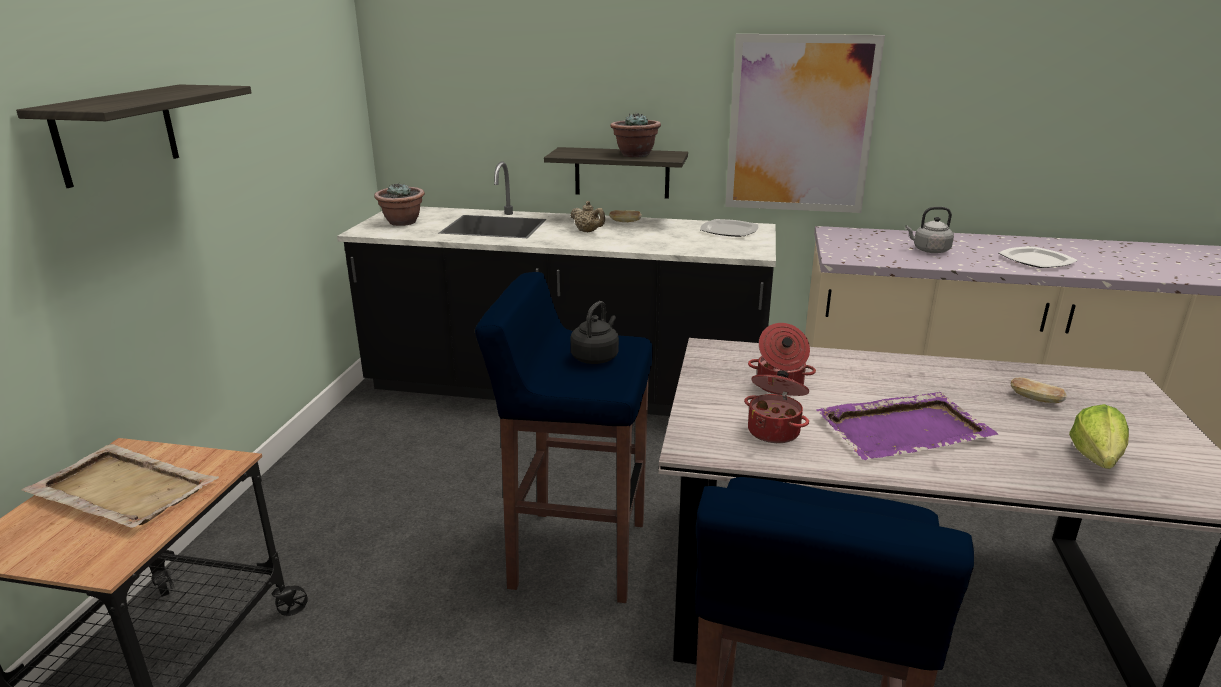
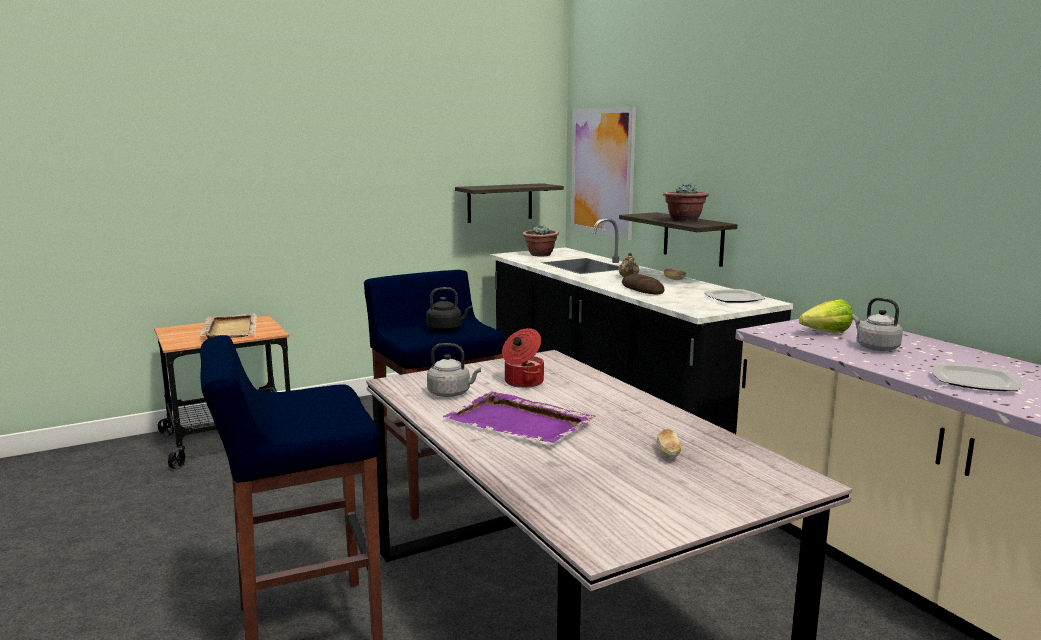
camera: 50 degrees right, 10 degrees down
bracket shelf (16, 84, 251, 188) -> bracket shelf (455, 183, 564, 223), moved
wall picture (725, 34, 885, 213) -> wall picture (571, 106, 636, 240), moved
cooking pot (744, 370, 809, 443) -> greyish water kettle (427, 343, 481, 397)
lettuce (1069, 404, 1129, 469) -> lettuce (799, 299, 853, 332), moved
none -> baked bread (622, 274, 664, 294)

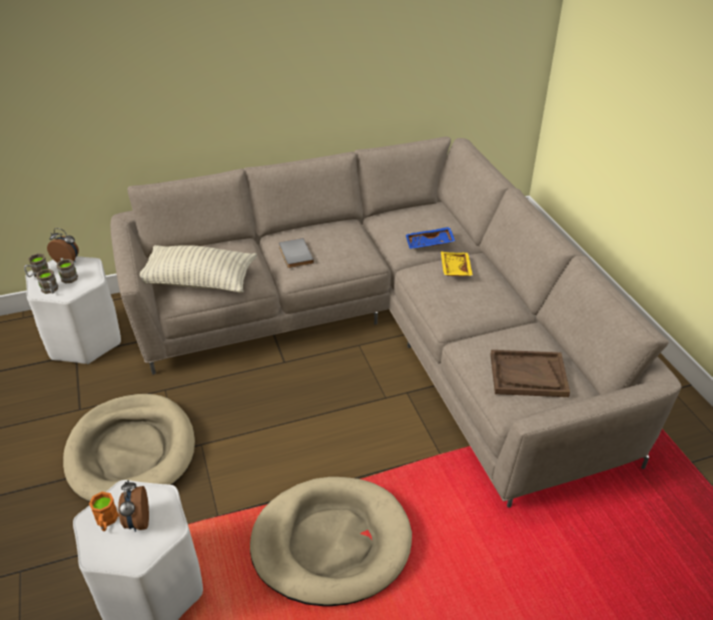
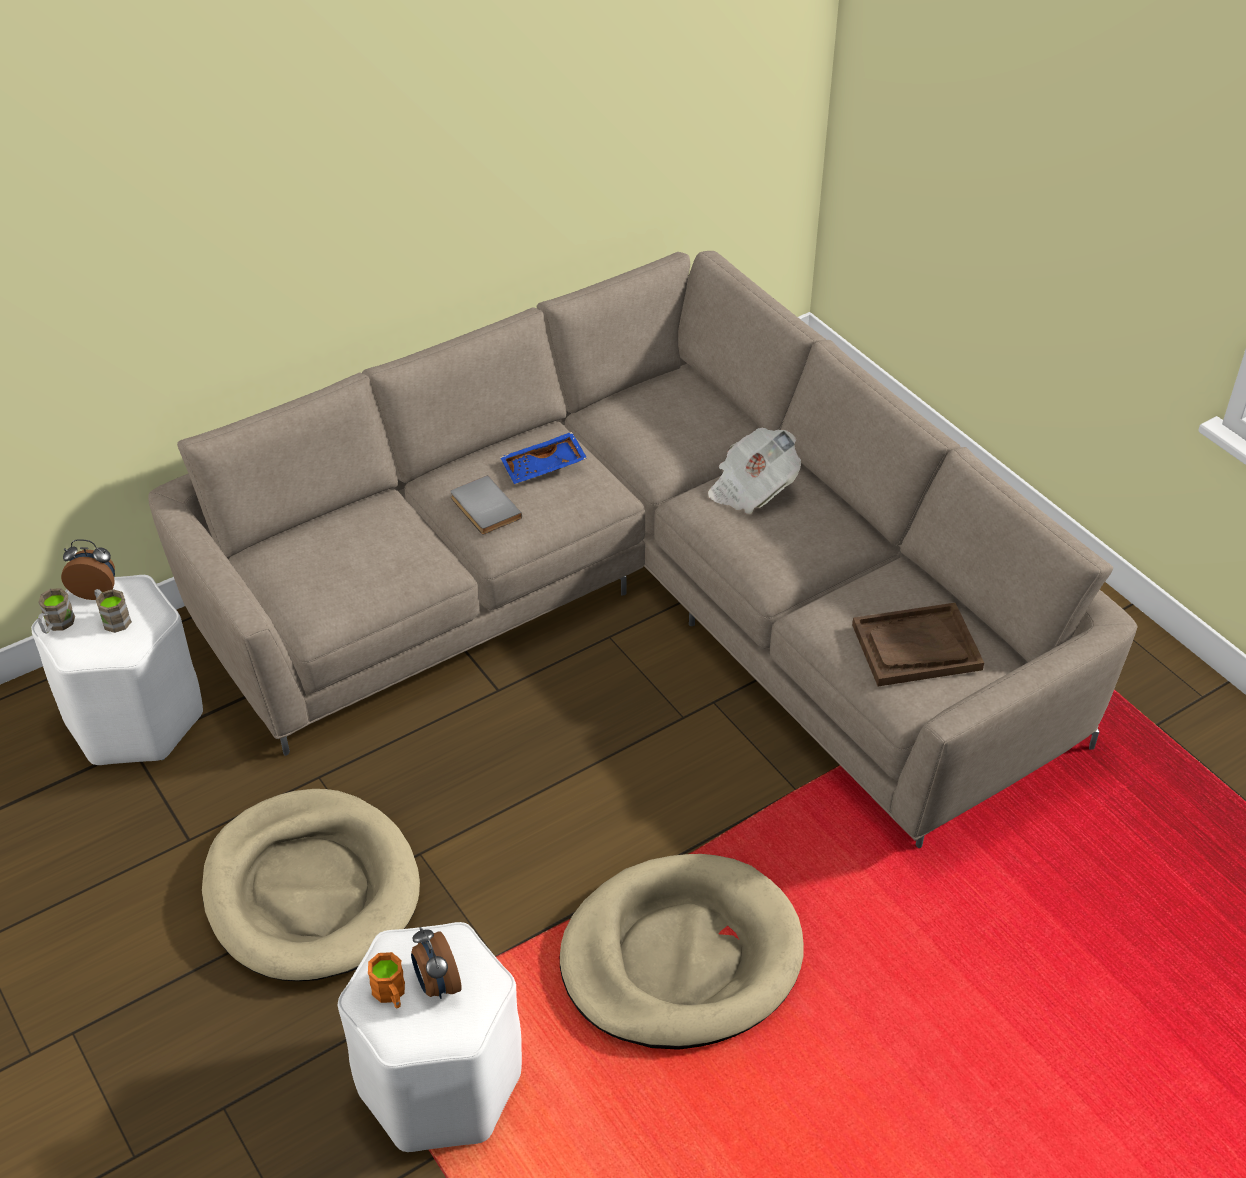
camera: 15 degrees left, 5 degrees up
brown coffee mug (36, 269, 58, 294) -> none
pillow (140, 245, 257, 293) -> none
bluish carrying tray (405, 227, 455, 249) -> bluish carrying tray (500, 432, 587, 484), moved
yellow carrying tray (441, 252, 473, 276) -> daily paper (708, 428, 801, 514)

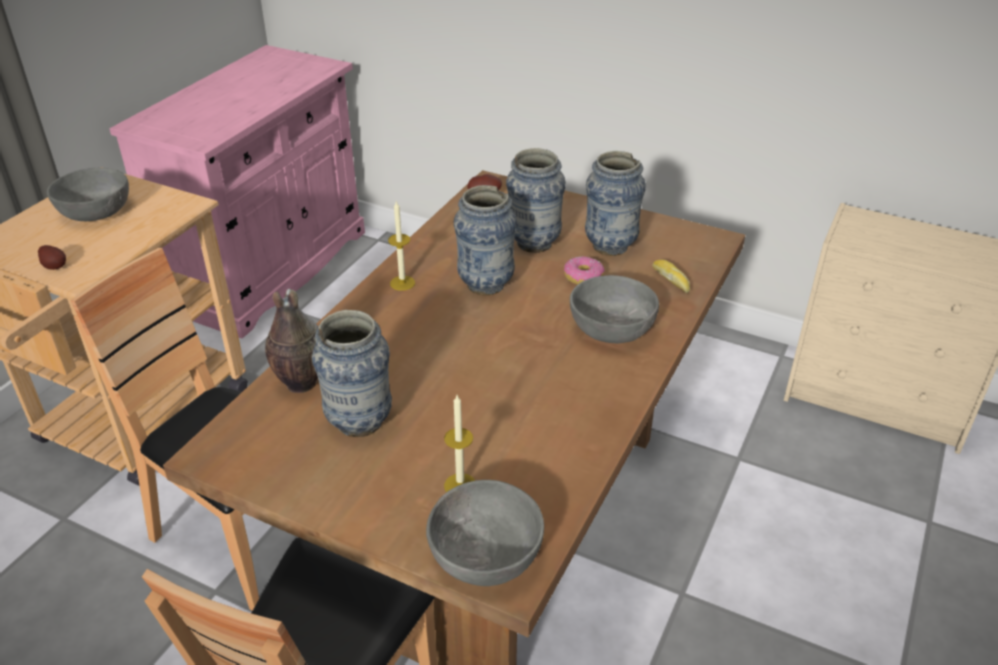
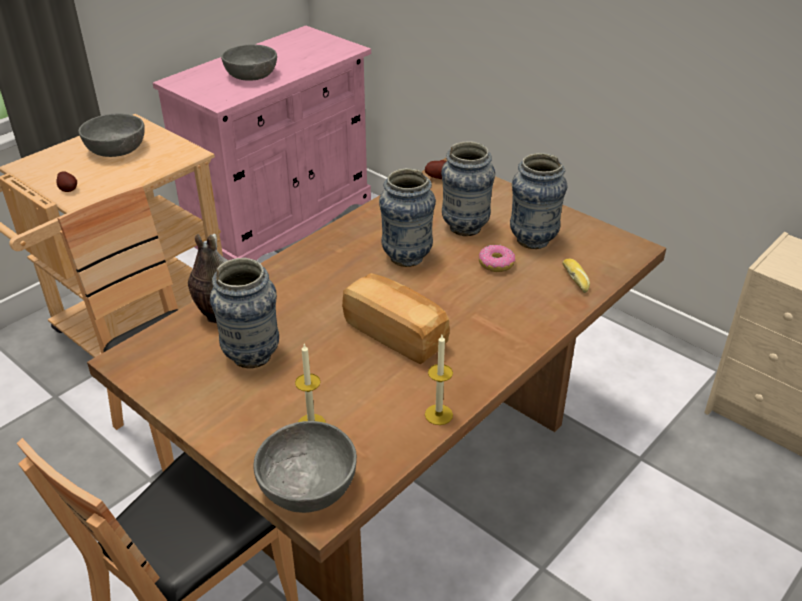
camera: 15 degrees right, 0 degrees up
wax light (388, 202, 415, 291) -> wax light (425, 335, 453, 425), moved
greyish deep dish (570, 275, 659, 343) -> greyish deep dish (221, 44, 277, 81), moved
none -> baked bread (342, 273, 450, 364)

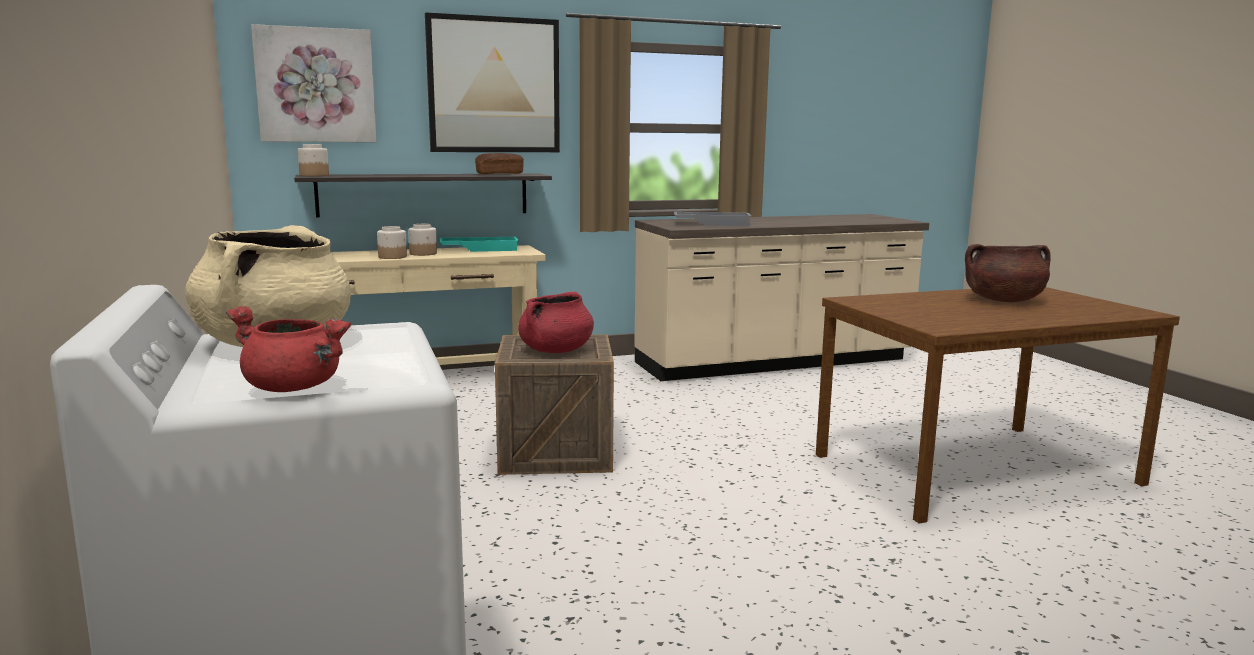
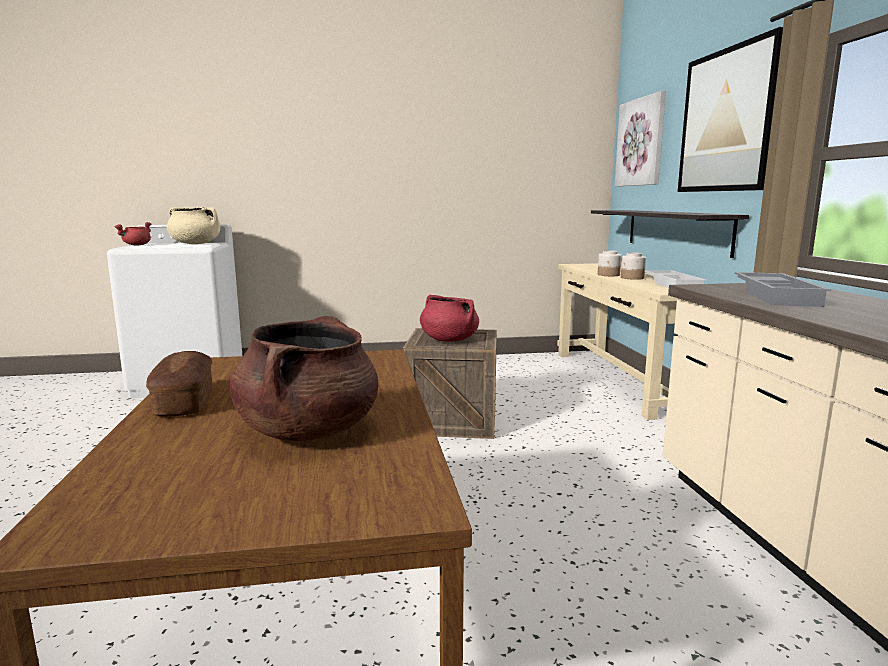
camera: 100 degrees right, 0 degrees up
storage jar (298, 144, 329, 176) -> none
turquoise carrying tray (440, 237, 519, 252) -> white carrying tray (645, 270, 707, 288)
baked bread (475, 153, 524, 174) -> baked bread (146, 351, 212, 417), moved

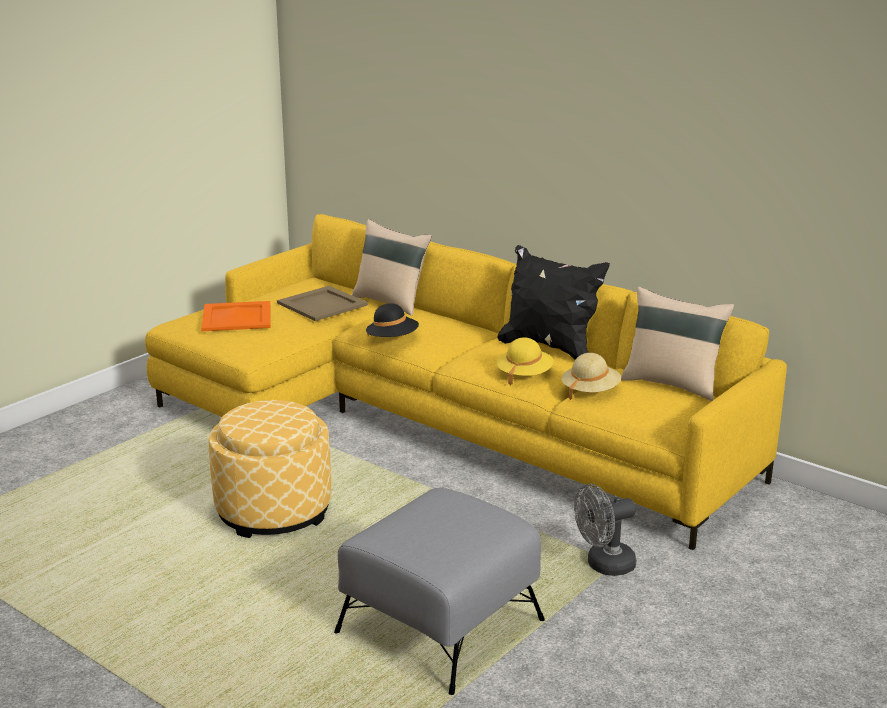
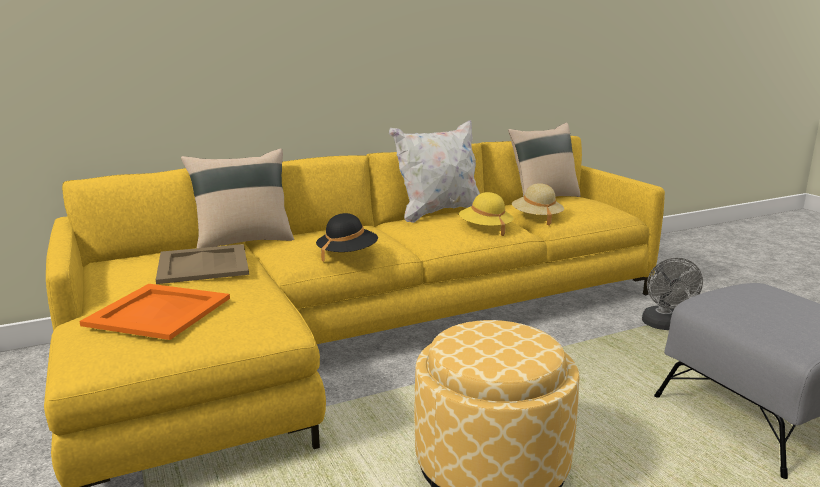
camera: 65 degrees left, 5 degrees down
black-coloured pillow (498, 245, 610, 360) -> white pillow (389, 120, 480, 223)

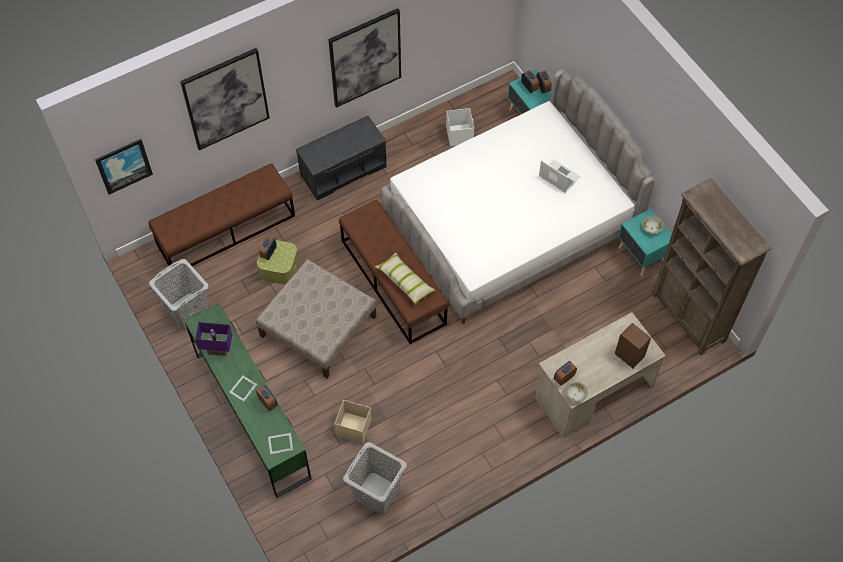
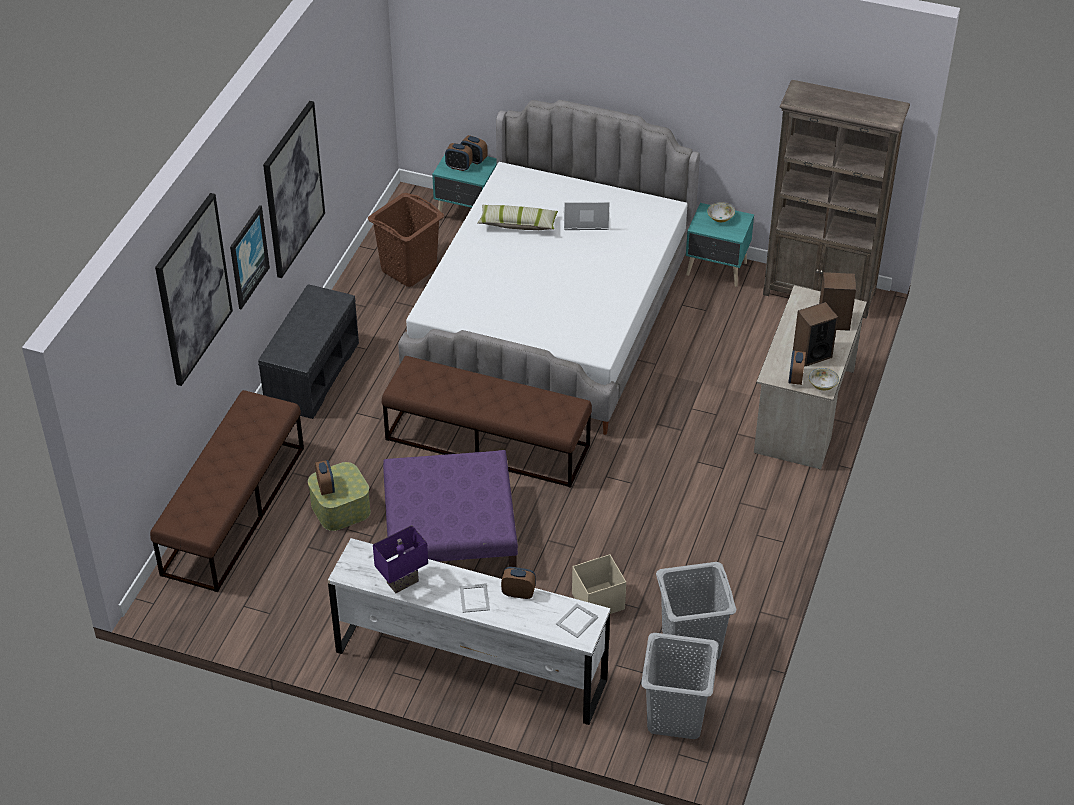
camera: 40 degrees left, 15 degrees down
wall picture (95, 139, 153, 195) -> wall picture (230, 205, 270, 309), moved
greyish hamper (149, 259, 209, 329) -> greyish hamper (641, 633, 719, 739), moved
green-coloured chest of drawers (184, 303, 312, 498) -> white chest of drawers (328, 538, 610, 725)
sand-coloured footrest (256, 259, 377, 378) -> purplish footrest (383, 450, 518, 567)
pillow (375, 253, 436, 305) -> pillow (477, 205, 558, 230), moved
white storage bin (446, 108, 474, 146) -> brown hamper (368, 193, 444, 287)
none -> speaker (793, 302, 838, 367)

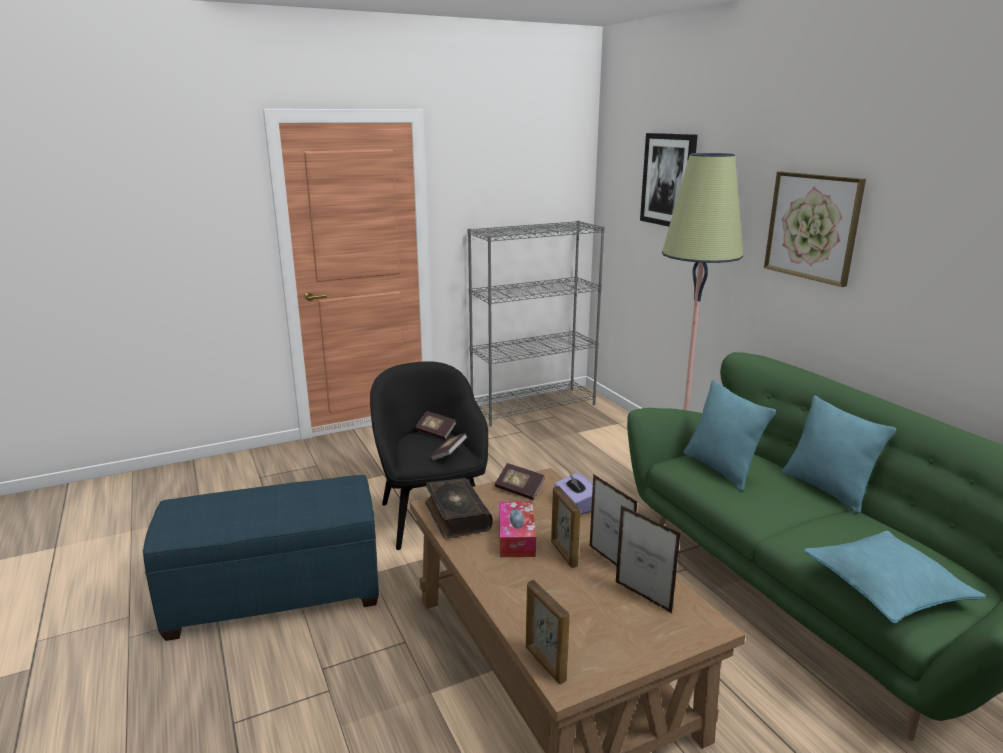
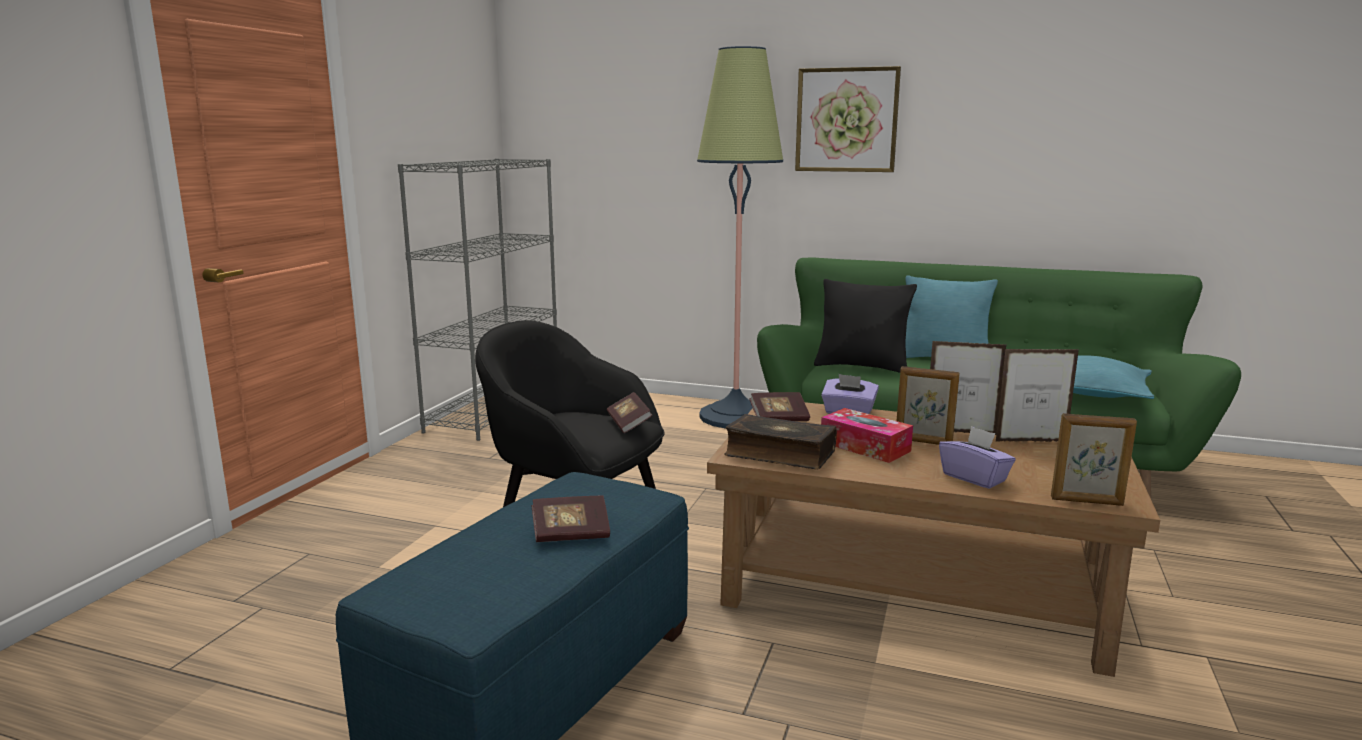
camera: 45 degrees left, 5 degrees down
book (415, 411, 456, 440) -> book (532, 496, 610, 542), moved
wall picture (640, 133, 698, 227) -> none
turquoise pillow (683, 380, 776, 491) -> black-coloured pillow (814, 279, 917, 373)
none -> purplish box of tissues (939, 426, 1015, 489)

